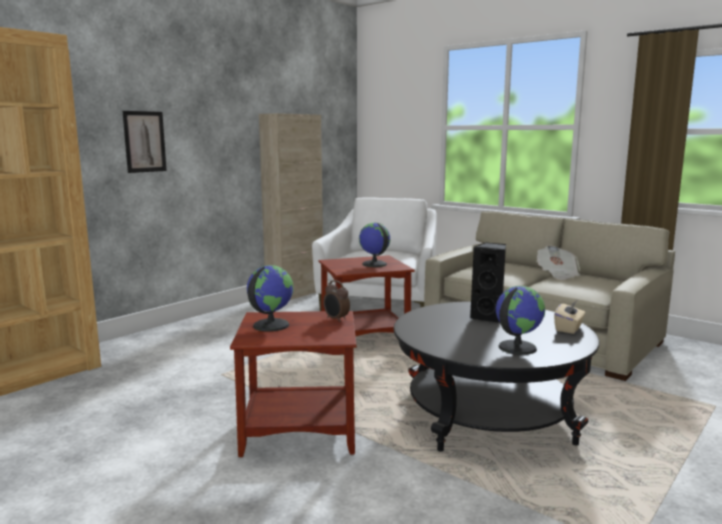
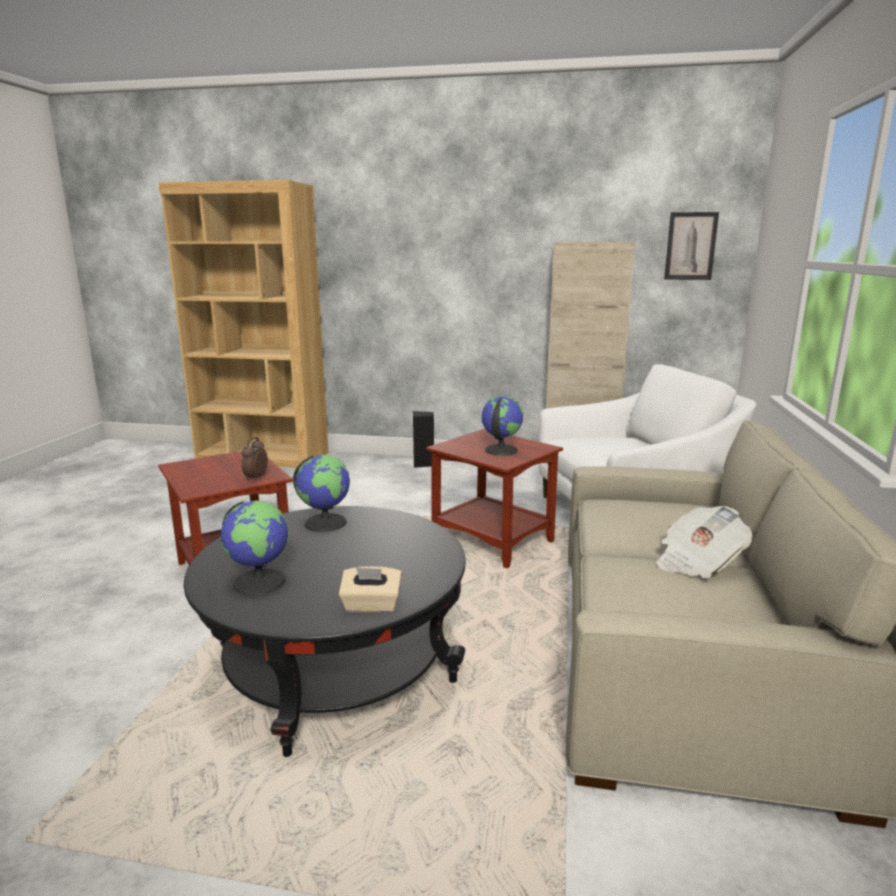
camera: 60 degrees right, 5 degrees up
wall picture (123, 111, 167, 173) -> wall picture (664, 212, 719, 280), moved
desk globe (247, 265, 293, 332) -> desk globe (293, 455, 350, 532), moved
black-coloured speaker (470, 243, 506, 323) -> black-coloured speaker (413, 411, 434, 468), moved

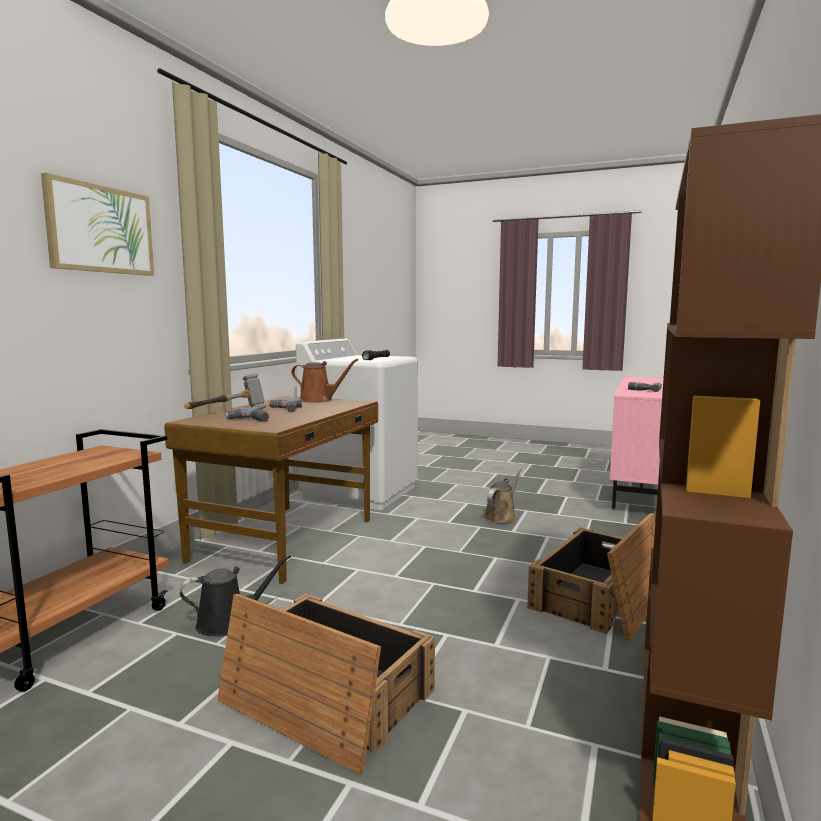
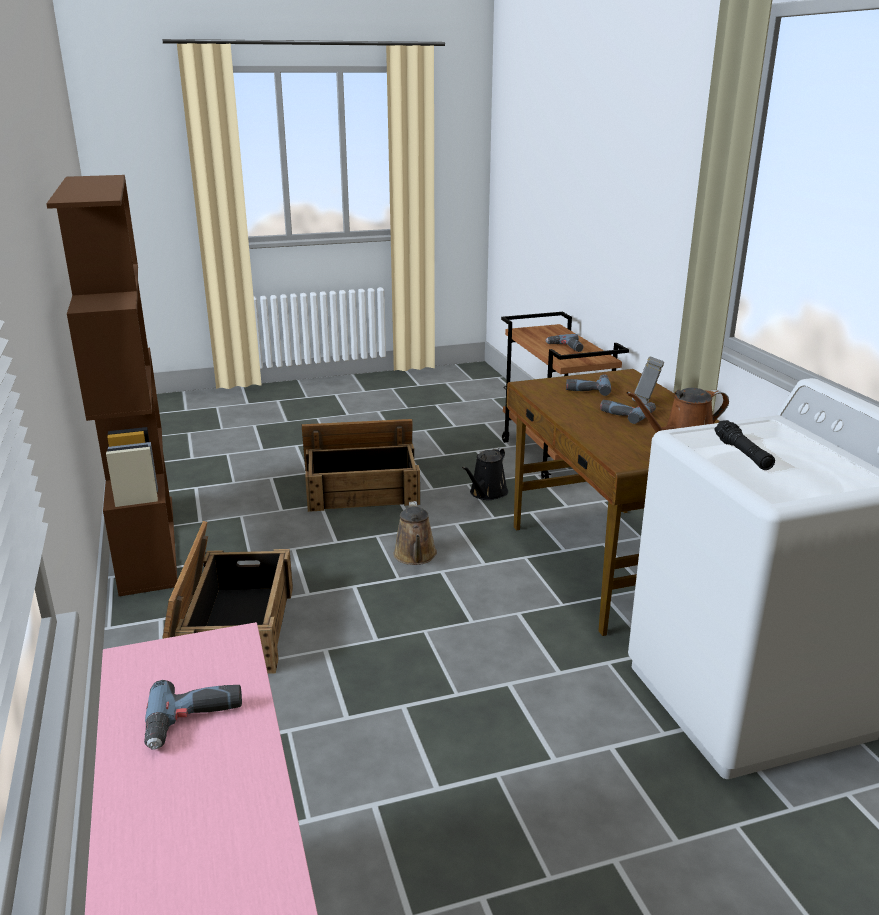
camera: 140 degrees right, 15 degrees up
wall picture (41, 173, 154, 276) -> none
brown sprinkling can (484, 468, 522, 524) -> brown sprinkling can (394, 501, 437, 565), moved
none -> electric drill (545, 334, 583, 352)

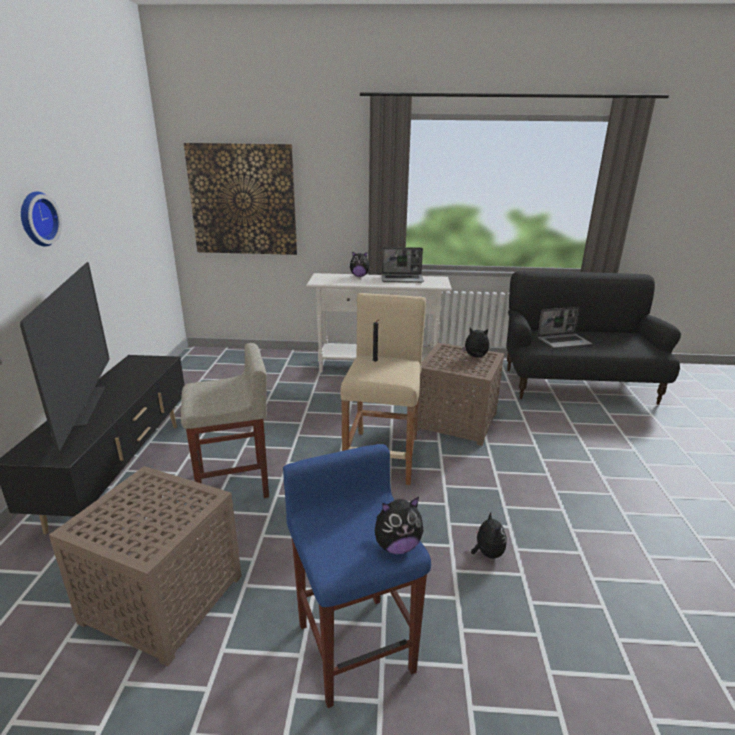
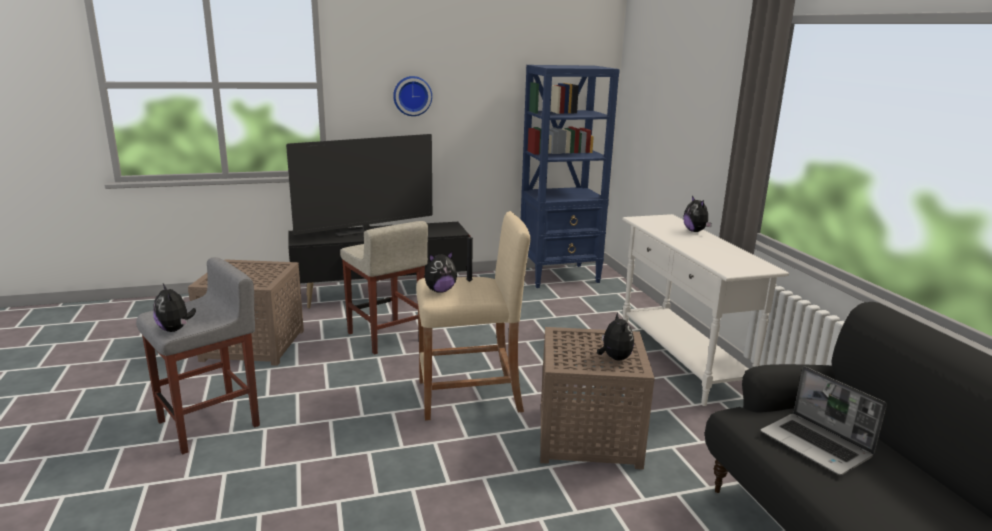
camera: 70 degrees right, 5 degrees down
wall picture (184, 143, 297, 255) -> none
bluish stool (283, 444, 431, 708) -> greyish stool (136, 257, 260, 454)
portable computer (382, 247, 424, 283) -> none
plush toy (471, 512, 507, 559) -> plush toy (425, 251, 457, 293), moved
none -> bluish shelving unit (521, 65, 620, 288)

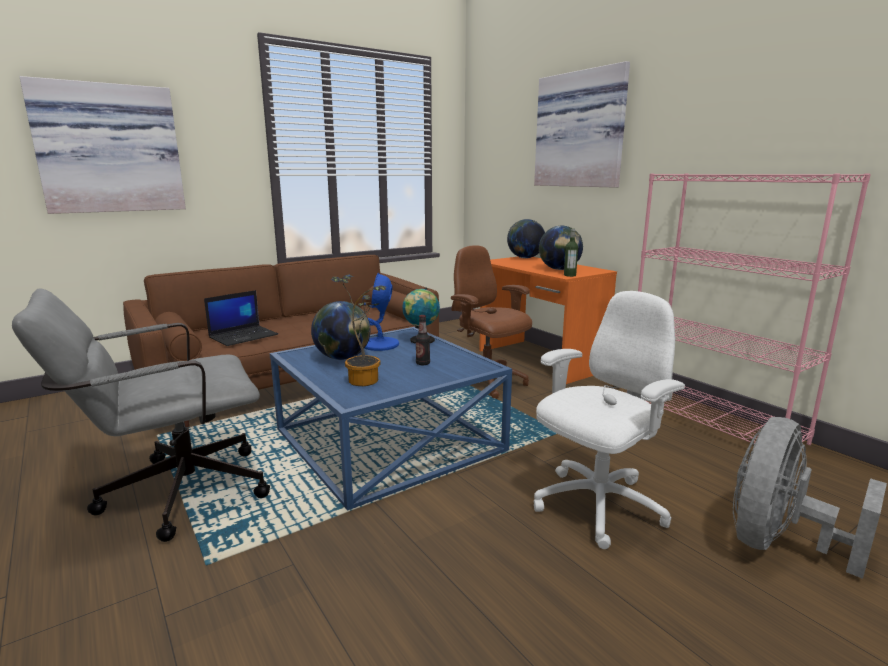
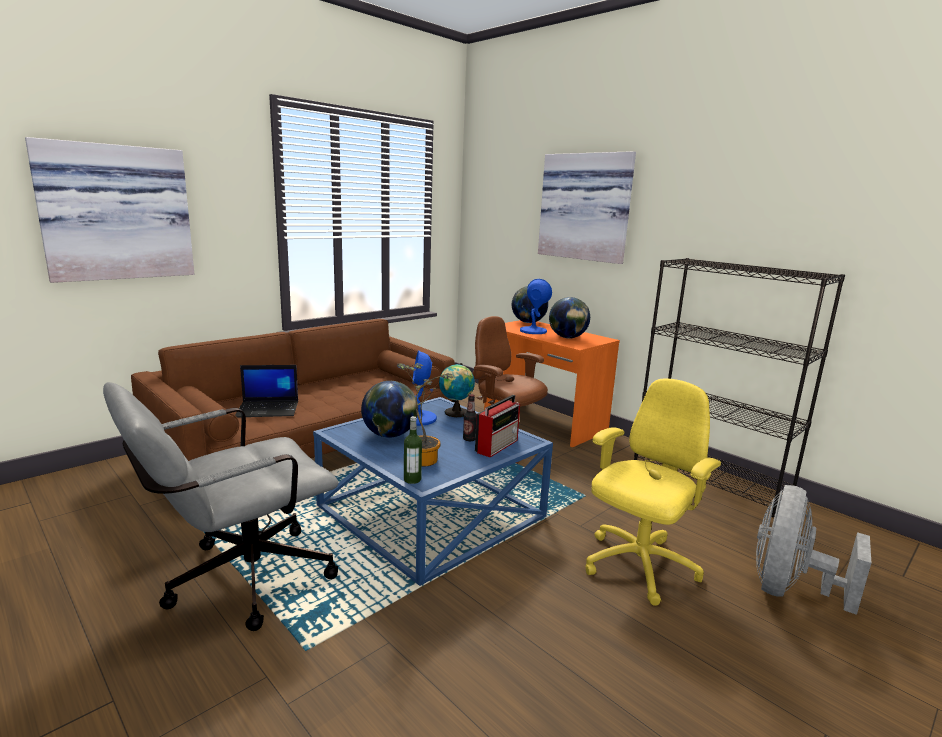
camera: 10 degrees left, 0 degrees up
portable computer (204, 290, 278, 346) -> portable computer (235, 365, 298, 417), 45 degrees clockwise
white desk chair (533, 291, 685, 549) -> yellow desk chair (585, 378, 721, 606)
drink bottle (564, 229, 578, 277) -> drink bottle (404, 416, 422, 484), moved
pink shelving unit (638, 173, 871, 445) -> black-coloured shelving unit (634, 258, 845, 517)
none -> radio (475, 395, 520, 457)
none -> bluish tabletop lamp (520, 279, 552, 334)

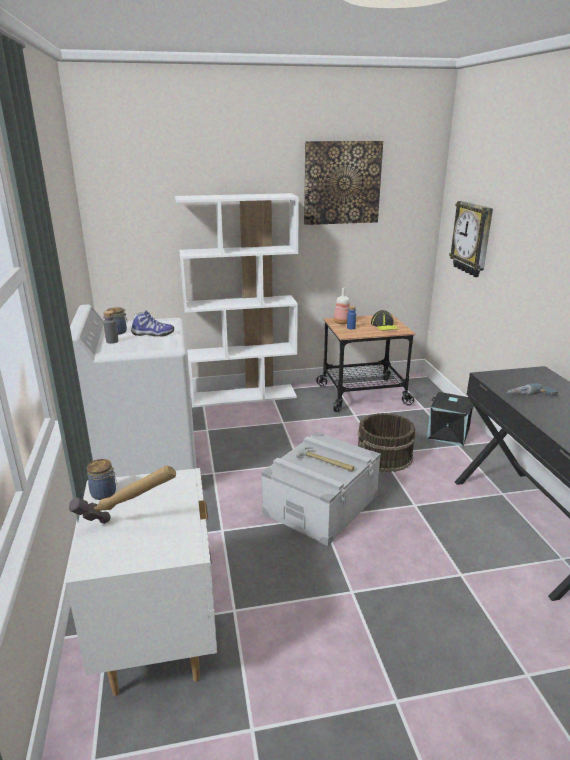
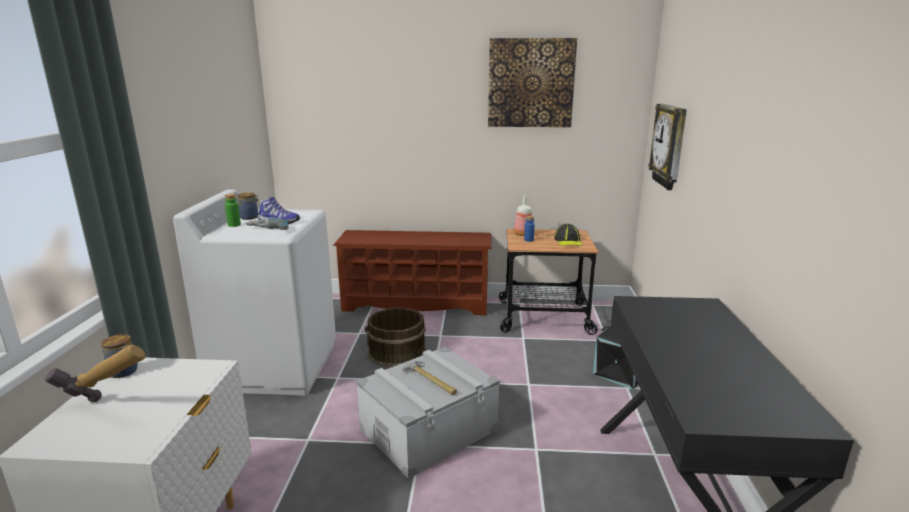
camera: 15 degrees right, 5 degrees down
greyish drink bottle (103, 311, 118, 344) -> green-coloured drink bottle (225, 194, 241, 227)
white shelving unit (175, 193, 299, 408) -> brown shoe shelf (333, 230, 492, 316)
brown pail (358, 413, 416, 472) -> brown pail (365, 307, 426, 367), moved
electric drill (507, 383, 559, 397) -> electric drill (245, 218, 289, 230), moved

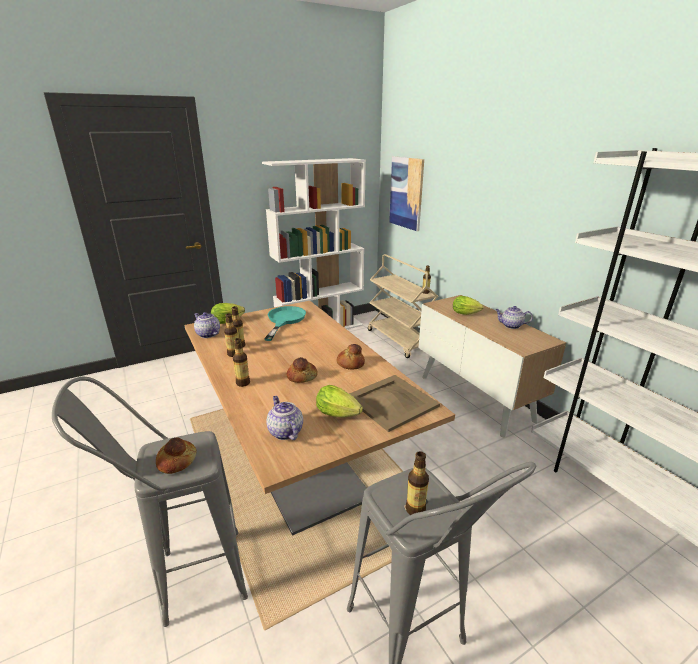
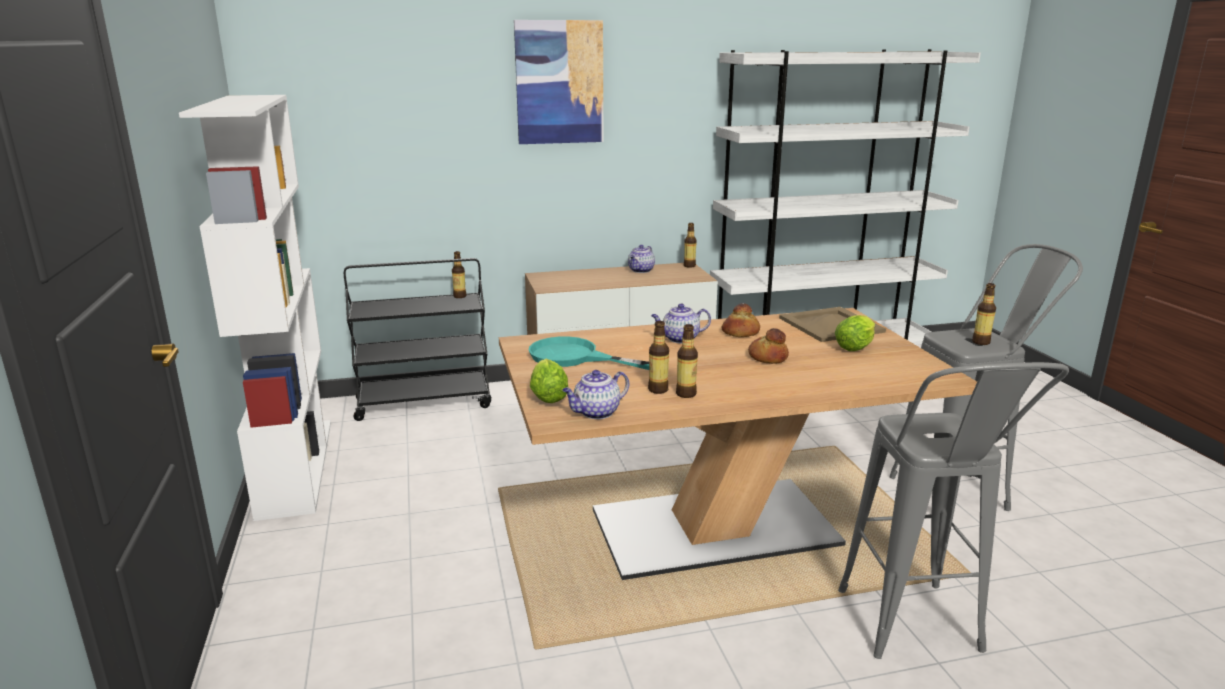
camera: 75 degrees left, 5 degrees down
baked bread (156, 437, 196, 474) -> none
drink bottle (233, 338, 250, 387) -> drink bottle (684, 223, 697, 268), moved
teapot (266, 396, 303, 440) -> teapot (651, 304, 711, 344), moved
sand-coloured trolley (368, 254, 438, 358) -> black-coloured trolley (344, 258, 491, 421)
wall picture (389, 156, 424, 231) -> wall picture (514, 20, 603, 144), moved
lettuce (453, 296, 484, 315) -> none

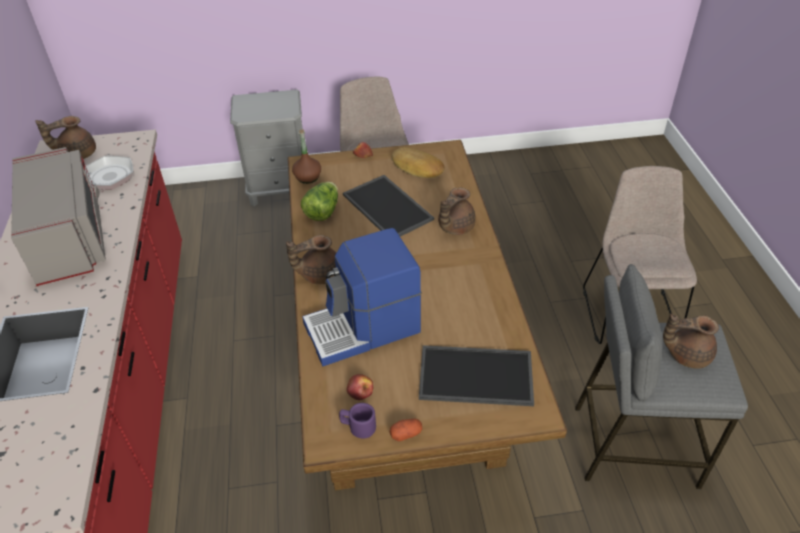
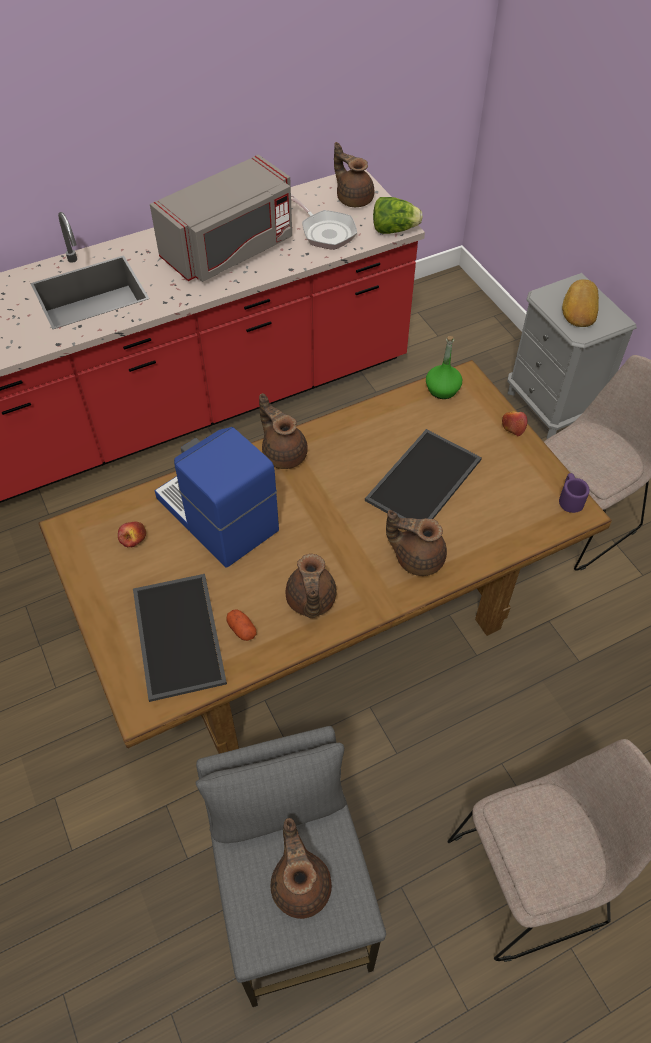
camera: 70 degrees right, 10 degrees up
brown drink bottle (292, 129, 321, 184) -> green-coloured drink bottle (426, 336, 462, 399)
lettuce (301, 182, 338, 221) -> lettuce (373, 197, 423, 234), moved
purplish coffee mug (339, 403, 376, 438) -> purplish coffee mug (559, 473, 589, 513), moved
whole potato (390, 419, 422, 441) -> whole potato (226, 609, 256, 641), moved
baked bread (391, 148, 445, 178) -> baked bread (562, 279, 599, 327), moved
none -> brown teapot (286, 554, 337, 618)

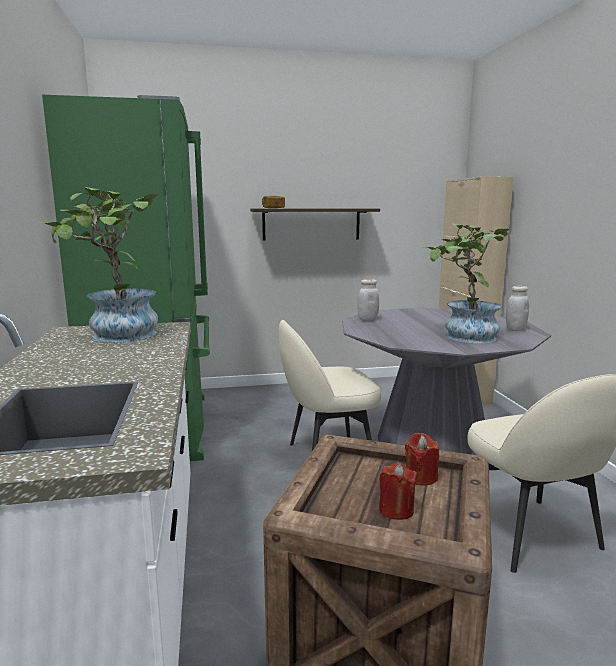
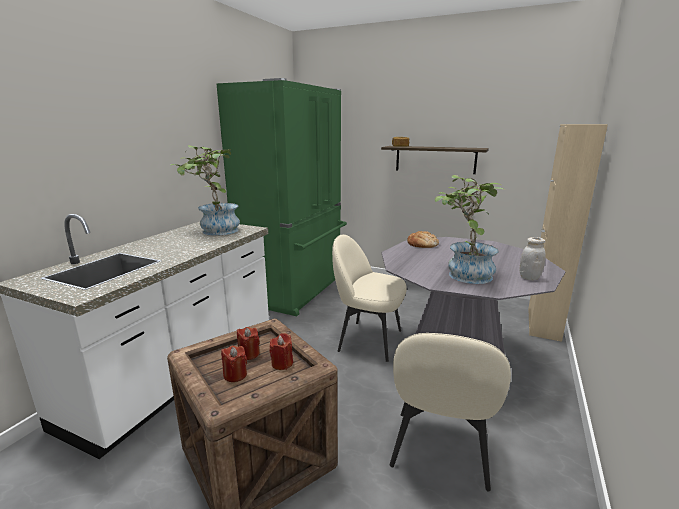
camera: 35 degrees right, 5 degrees up
white storage jar (358, 279, 379, 321) -> baked bread (407, 231, 439, 248)
none -> reddish wax light (237, 327, 260, 360)

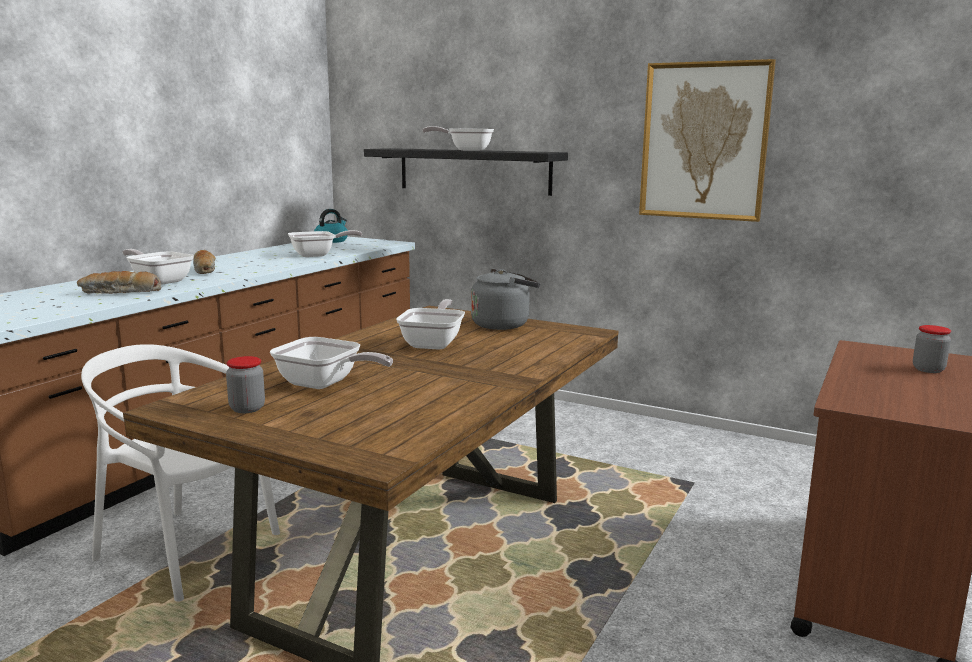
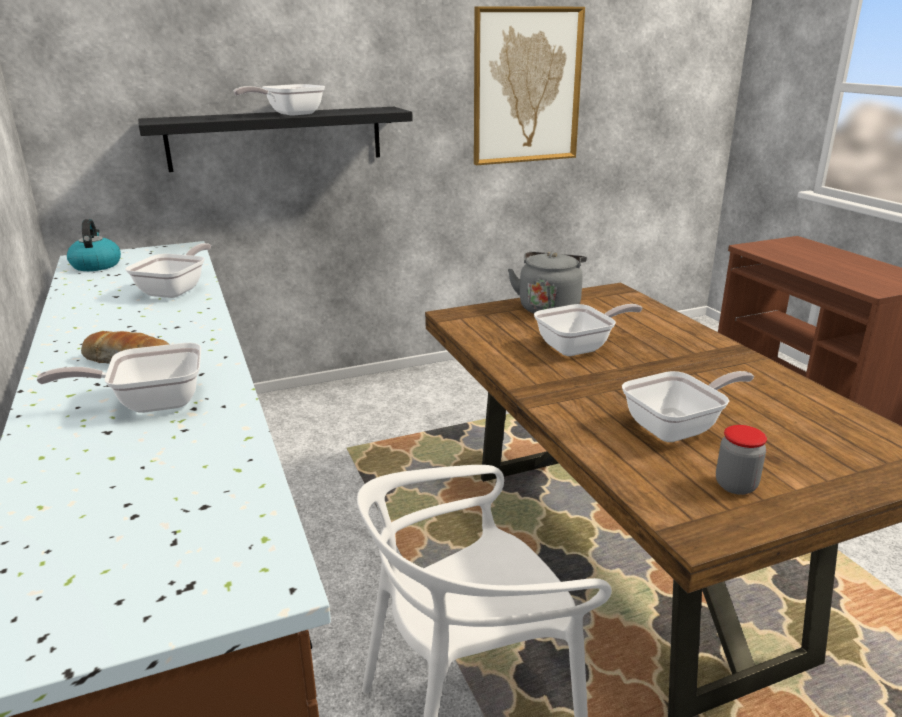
camera: 50 degrees left, 10 degrees up
baked bread (77, 271, 161, 294) -> none
frying pan (396, 299, 465, 350) -> frying pan (534, 304, 642, 356), 105 degrees clockwise
storage jar (913, 325, 951, 373) -> none

